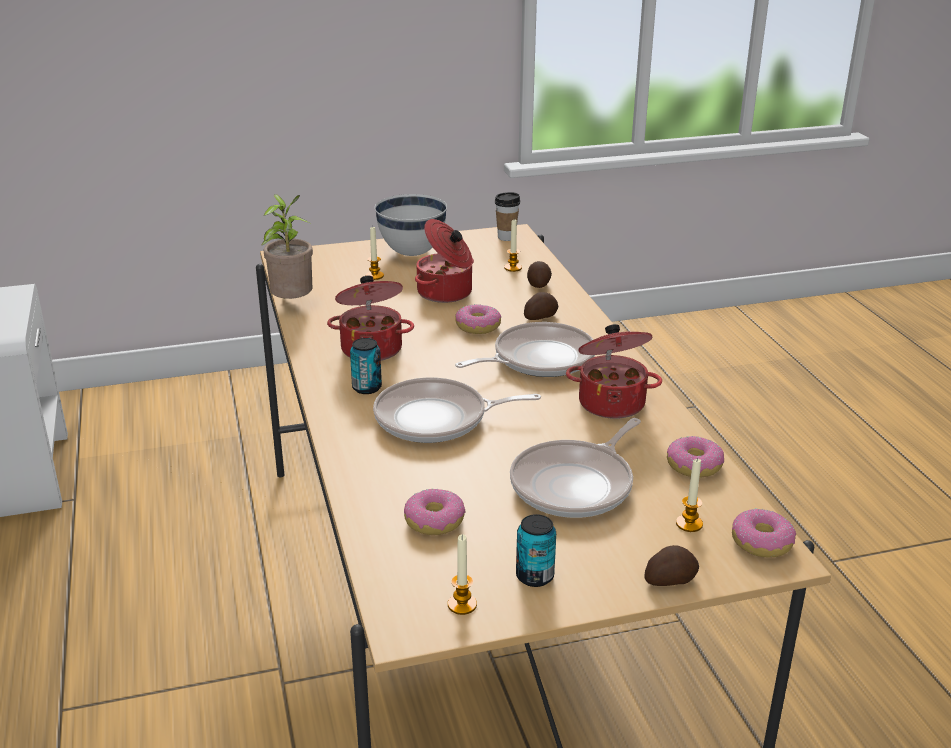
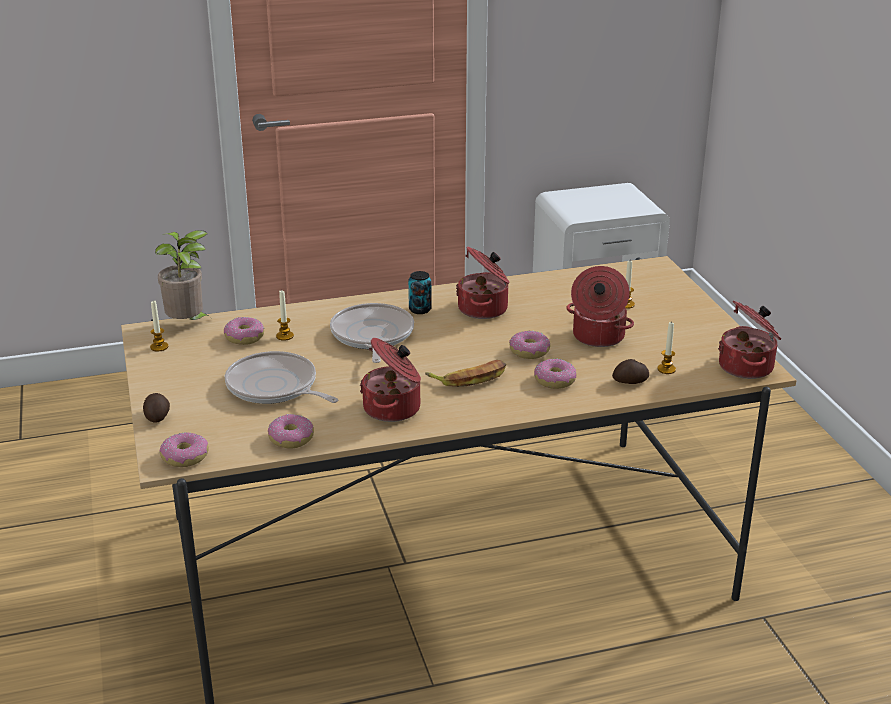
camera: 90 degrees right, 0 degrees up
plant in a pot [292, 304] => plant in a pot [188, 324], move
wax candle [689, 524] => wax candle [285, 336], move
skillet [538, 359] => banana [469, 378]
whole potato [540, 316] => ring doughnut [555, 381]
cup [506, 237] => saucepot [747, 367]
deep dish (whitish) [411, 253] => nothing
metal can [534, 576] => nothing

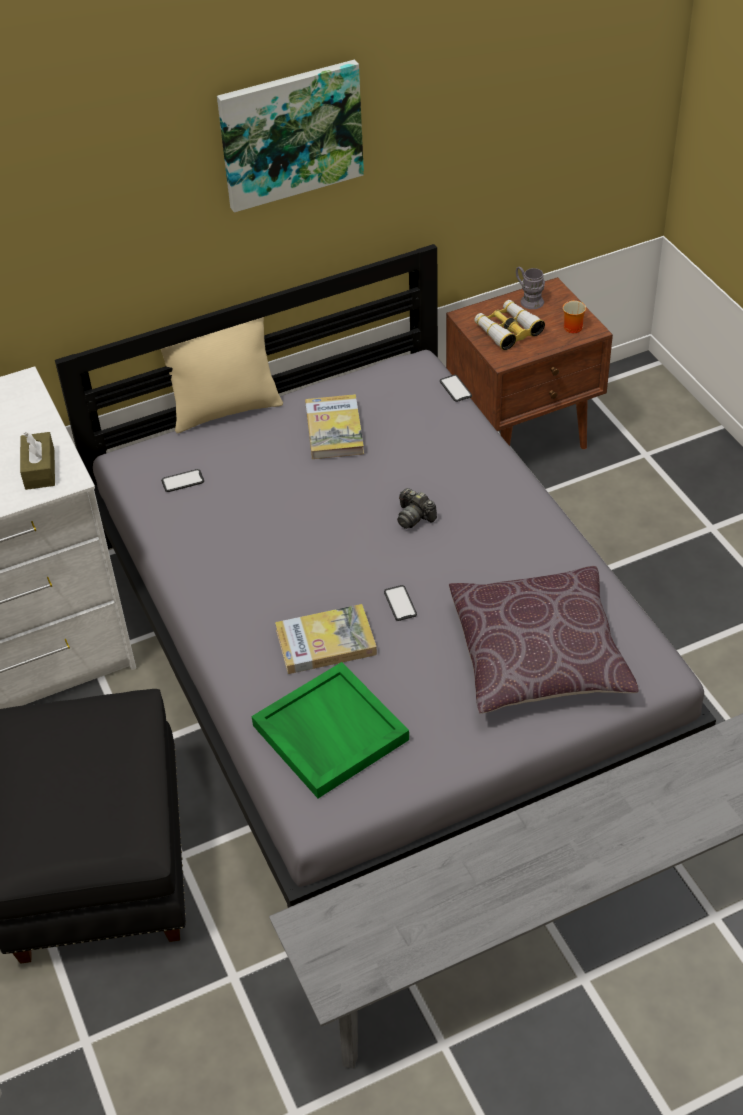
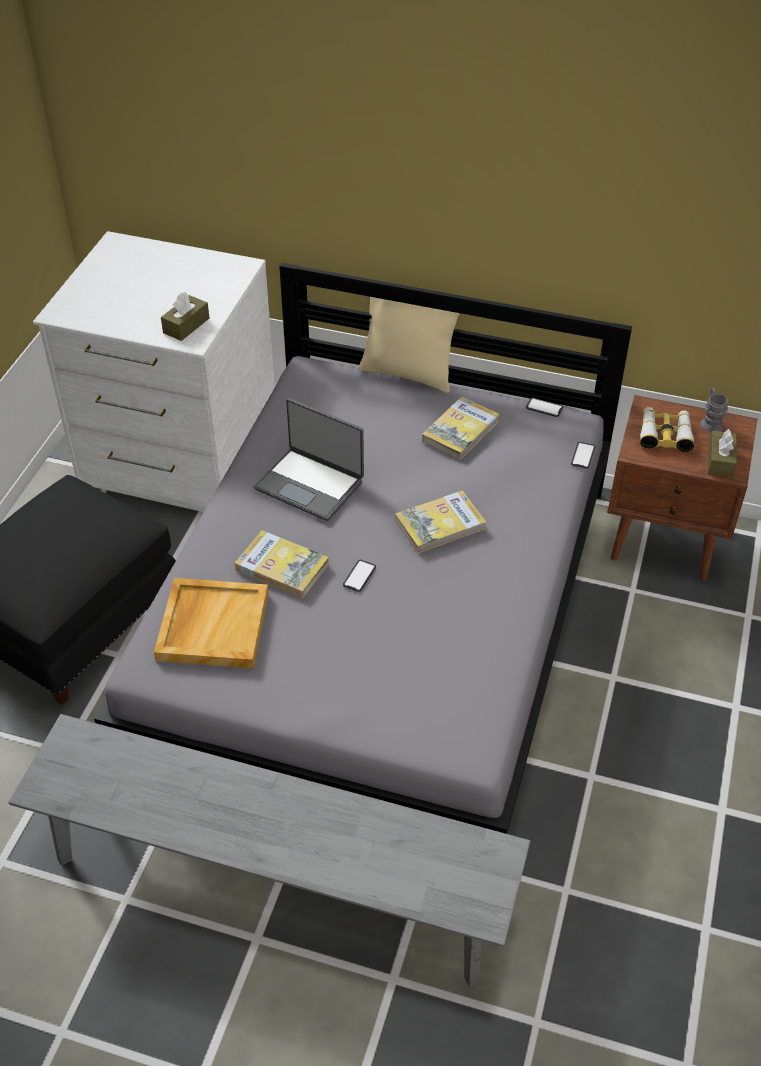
camera: 40 degrees right, 0 degrees up
carrying tray (greenish) [329, 732] => carrying tray (sand-coloured) [212, 625]
nothing => laptop [310, 484]
still camera [414, 517] => bound book [440, 525]
telephone [182, 481] => telephone [544, 408], move
coffee mug [571, 326] => tissue box (brownish) [720, 461]
picture [290, 134] => nothing
throw pillow (brownish) [538, 655] => nothing

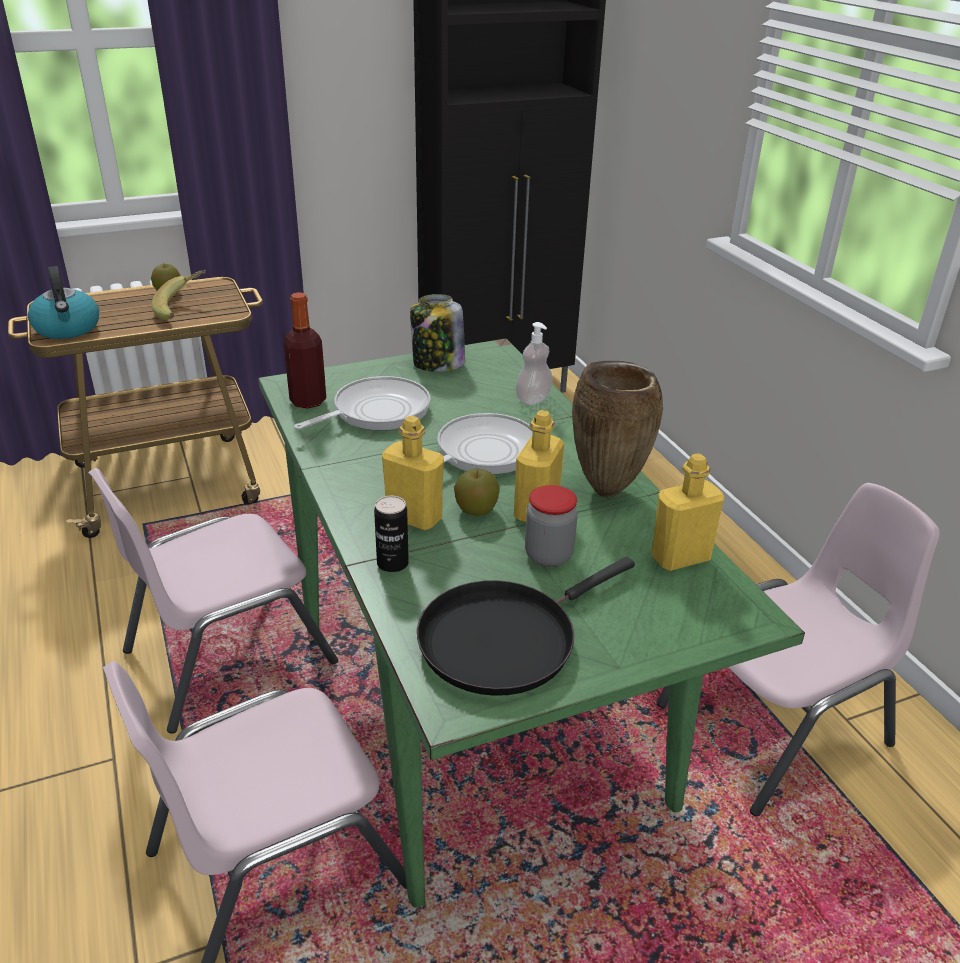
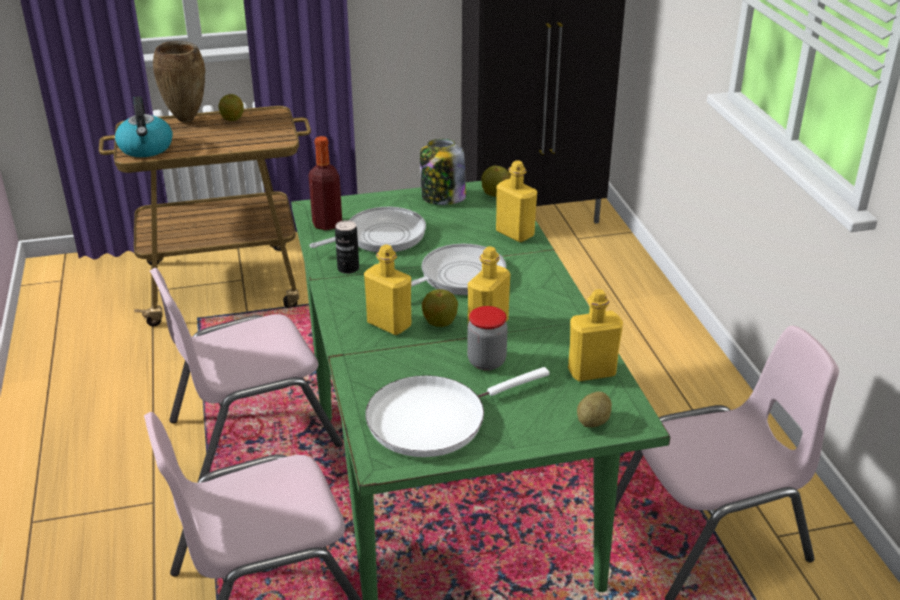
camera: 10 degrees right, 0 degrees up
flower vase (brownish) [608, 491] => flower vase (brownish) [187, 120], move
metal can [392, 563] => metal can [348, 268], move
skillet (black-coloured) [504, 638] => skillet (whitish) [433, 419]
nothing => apple fruit [495, 194]
soap dispenser [533, 399] => drink bottle (yellowish) [515, 233]
nothing => whole potato [593, 422]
banana [183, 309] => nothing

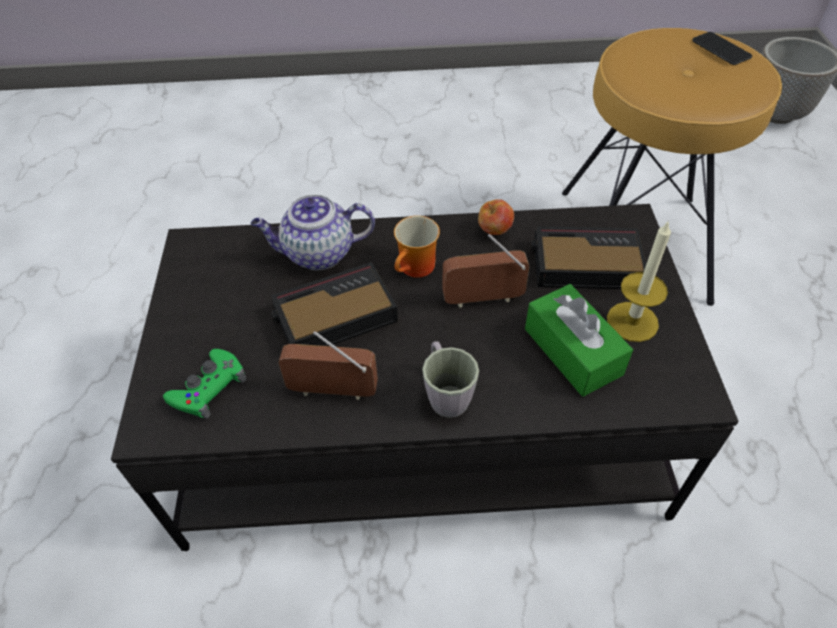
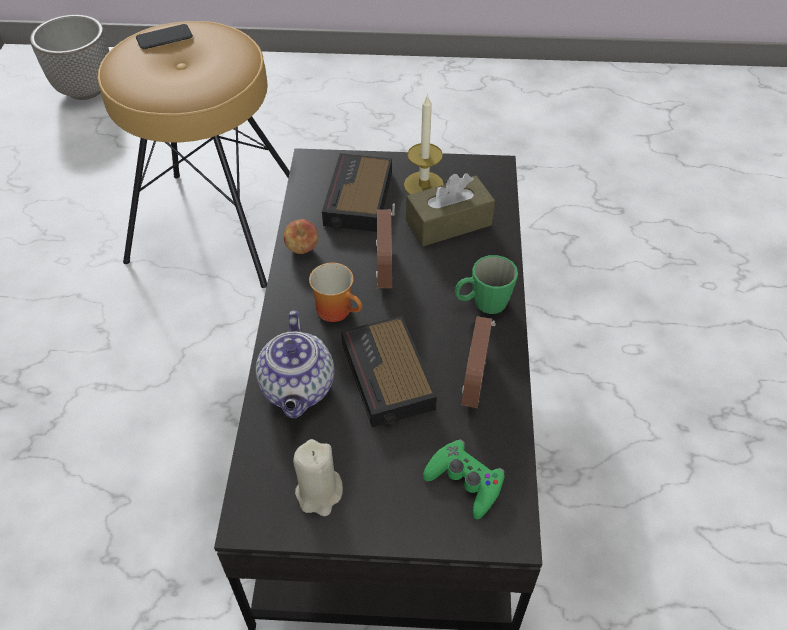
camera: 85 degrees left, 0 degrees up
nothing => wax candle (sand-coloured) [319, 493]
tissue box (greenish) [572, 351] => tissue box (brownish) [448, 223]
coffee mug (greyish) [446, 393] => coffee mug (greenish) [482, 303]

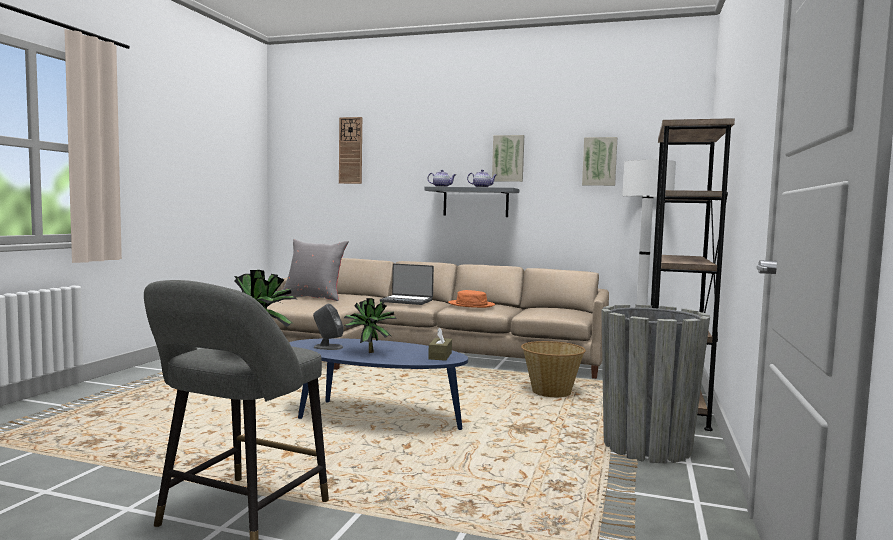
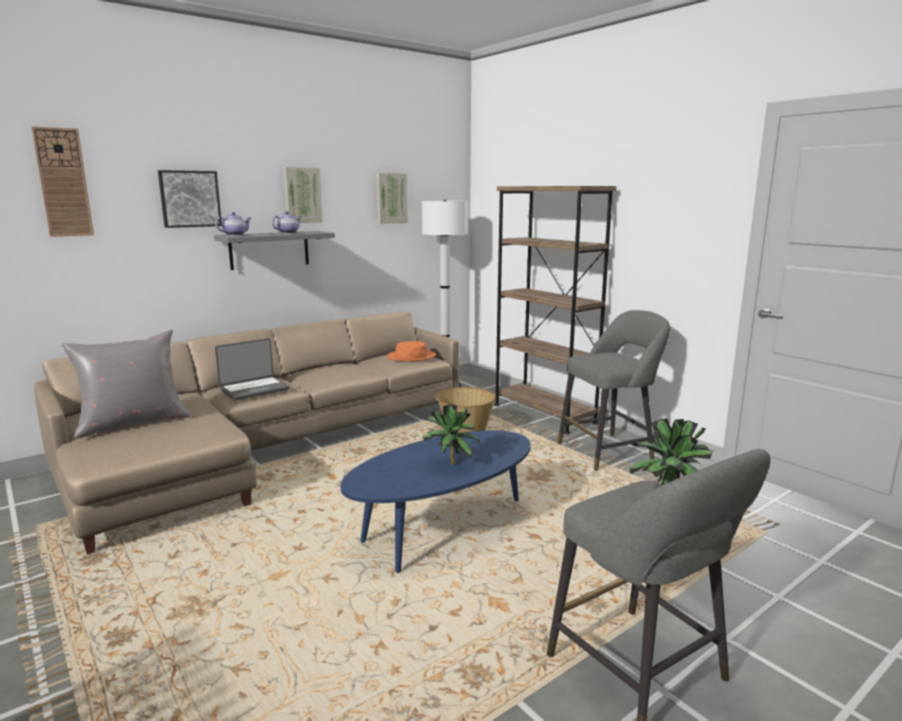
camera: 55 degrees left, 10 degrees up
nothing => picture [189, 199]
hat (orangey) [471, 305] => hat (orangey) [411, 356], move
flower pot (greyish) [646, 446] => stool (greyish) [609, 451]
speaker (greyish) [327, 347] => nothing
tissue box (brownish) [440, 356] => nothing

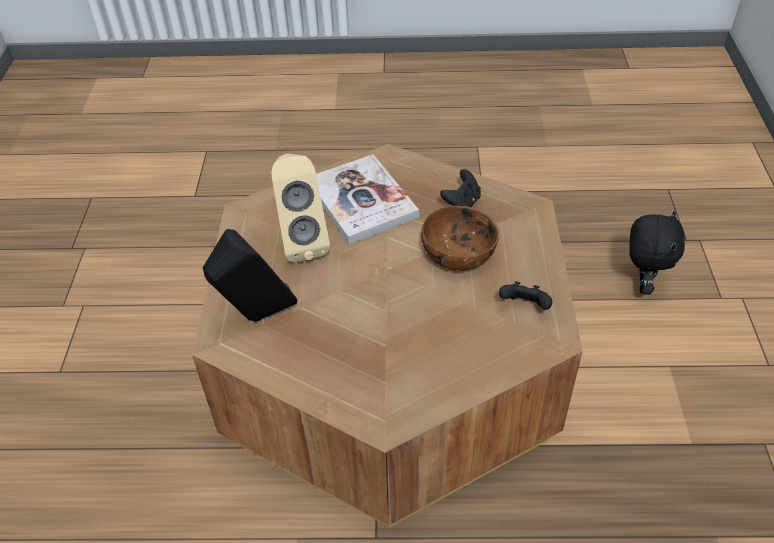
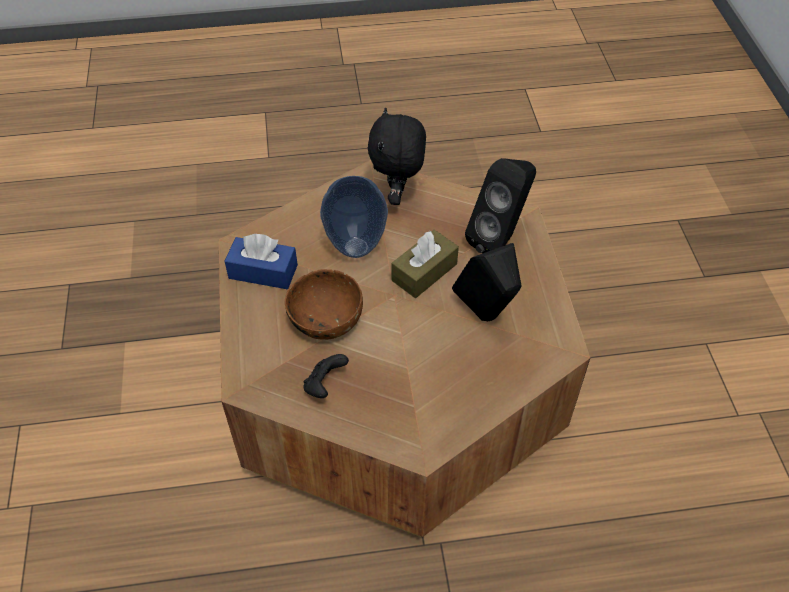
camera: 170 degrees right, 5 degrees up
gamepad (black-coloured) [525, 306] => tissue box (bluish) [263, 272]
nothing => flower vase [356, 248]
plush toy (black-coloured) [642, 284] => plush toy (black-coloured) [398, 196], move
nothing => tissue box (brownish) [424, 272]
speaker (sand-coloured) [302, 242] => speaker (black-coloured) [486, 317]
bound book [361, 201] => nothing

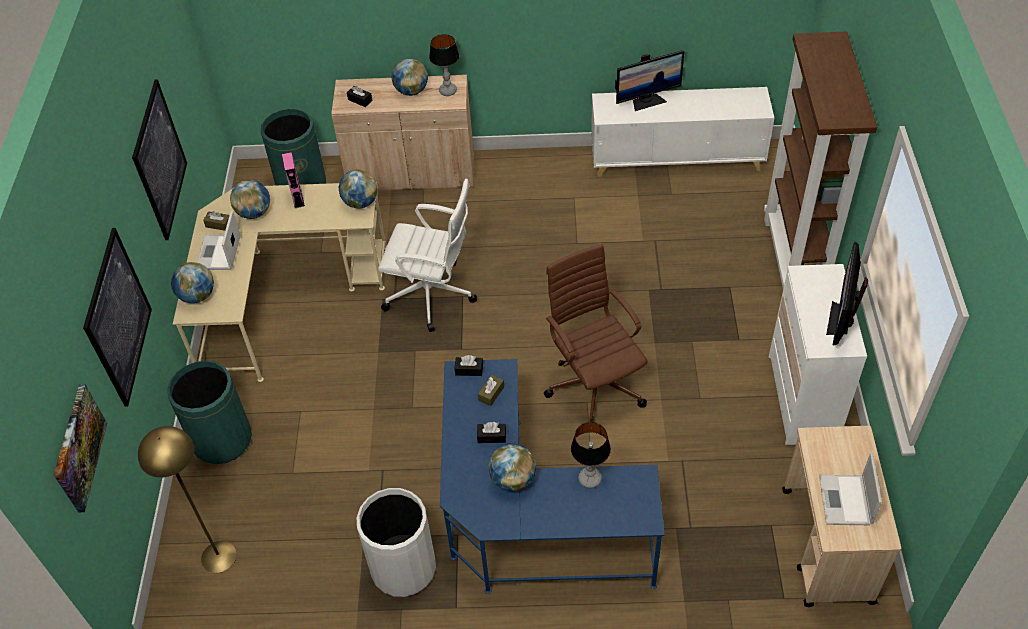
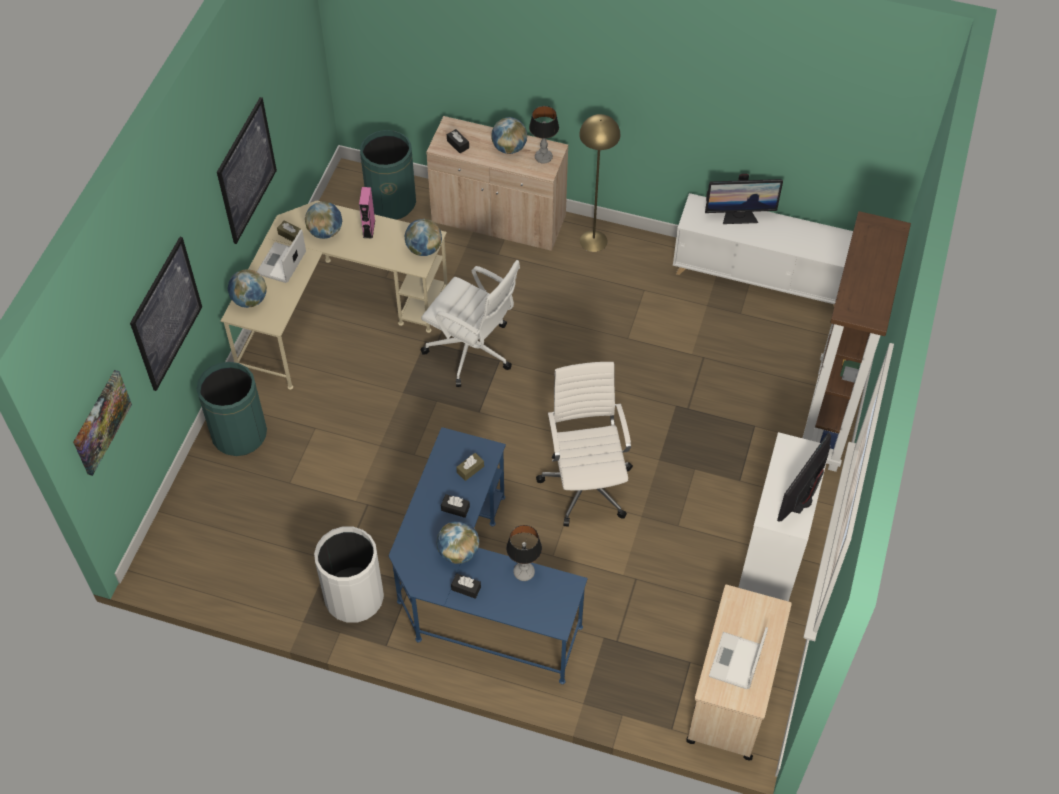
camera: 15 degrees right, 5 degrees up
tissue box (black-coloured) [469, 370] => tissue box (black-coloured) [466, 588], move
desk chair (brownish) [595, 384] => desk chair (whitish) [586, 483]
floor lamp (yellowish) [218, 556] => floor lamp (yellowish) [593, 241], move

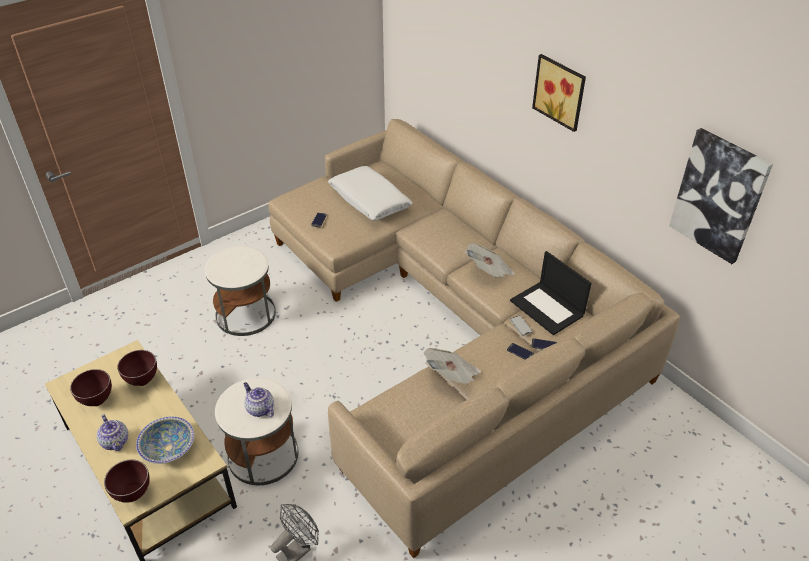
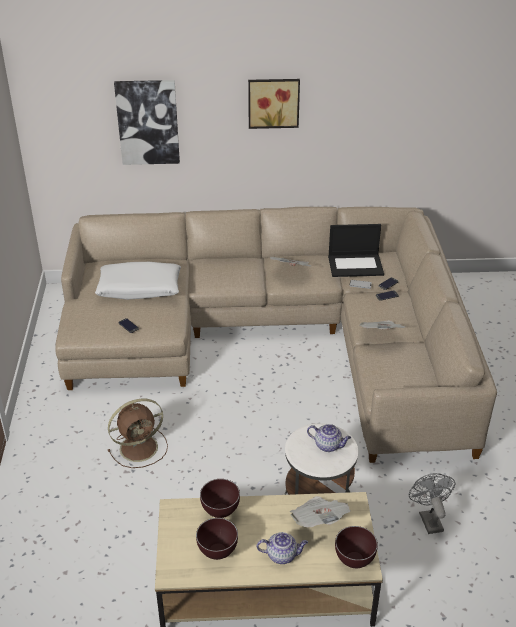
camera: 55 degrees left, 5 degrees down
side table (whitish) [246, 314] => electric fan (brownish) [140, 447]
picture [719, 196] => picture [148, 122], move
deep dish [168, 448] => printed paper [318, 521]
teapot [259, 409] => teapot [328, 445], 150 degrees counterclockwise

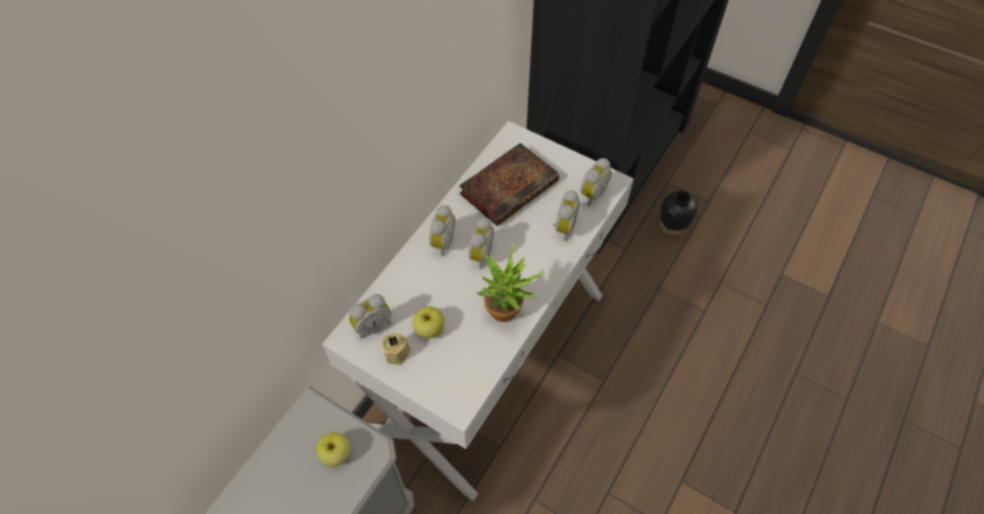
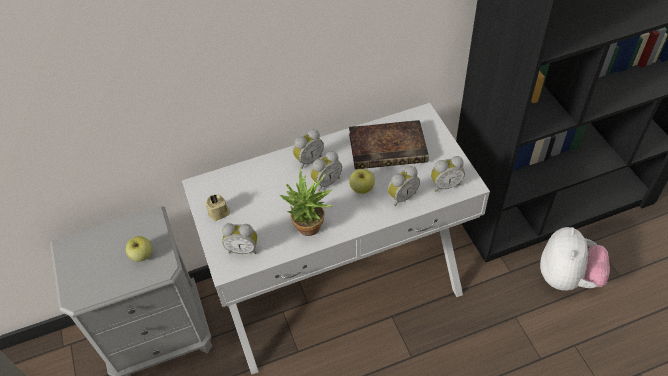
camera: 40 degrees right, 5 degrees down
bedside clock [372, 325] => bedside clock [243, 248], move
apple fruit [429, 329] => apple fruit [362, 188], move
flower vase (black-coloured) [672, 227] => plush toy [567, 277]

